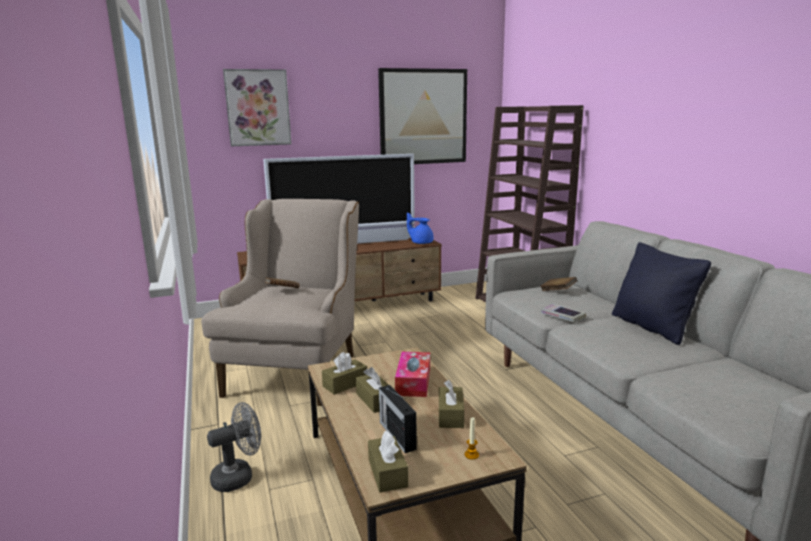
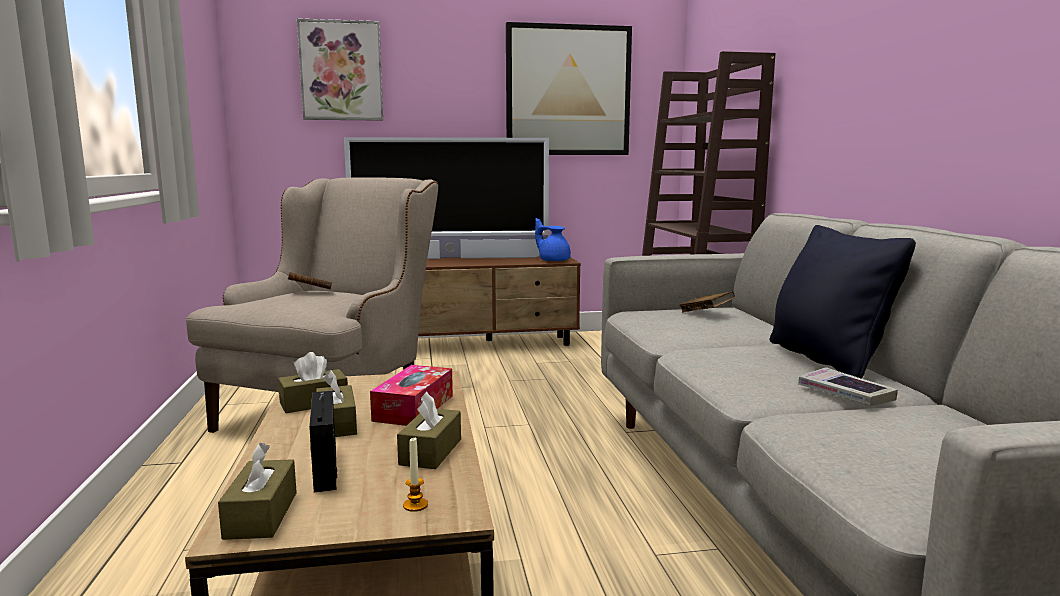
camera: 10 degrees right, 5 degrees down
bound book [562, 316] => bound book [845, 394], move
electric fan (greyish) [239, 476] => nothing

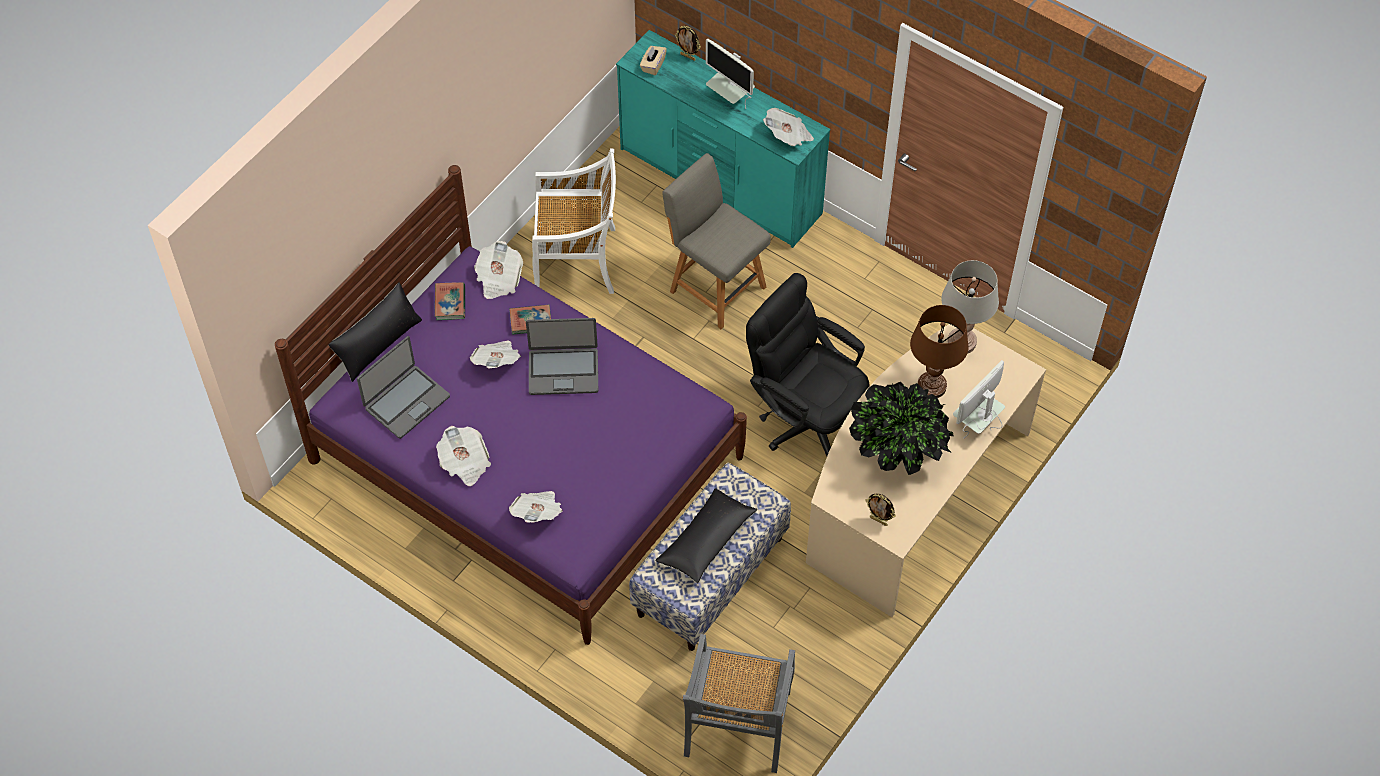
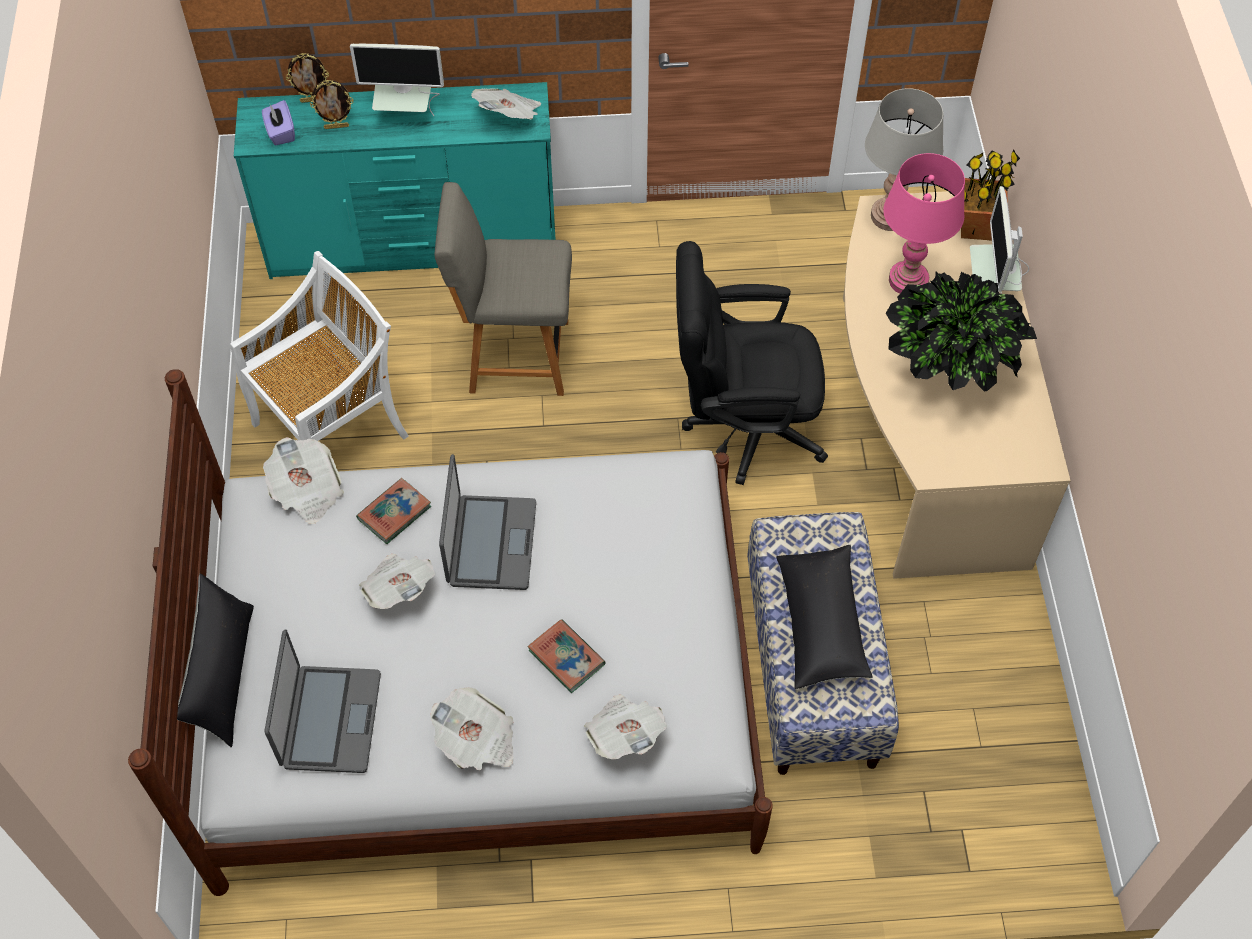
camera: 40 degrees left, 0 degrees up
sleeping bed (purplish) [527, 458] => sleeping bed (whitish) [484, 689]
tissue box (sand-coloured) [653, 65] => tissue box (purplish) [280, 132]
standing frame [879, 520] => standing frame [336, 126], move
laptop [563, 371] => laptop [490, 543], 45 degrees counterclockwise
bound book [450, 303] => bound book [566, 658], move
lamp for a table (brownish) [932, 386] => lamp for a table (pinkish) [908, 280]
nothing => plant in a pot [975, 227]
plain chair (greyish) [737, 726] => nothing

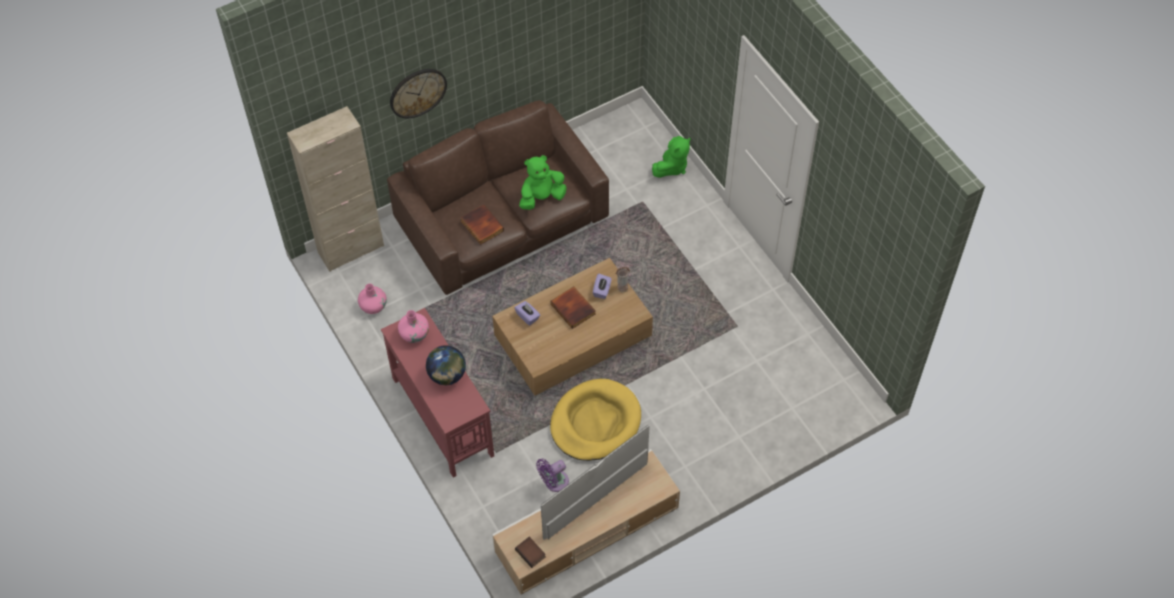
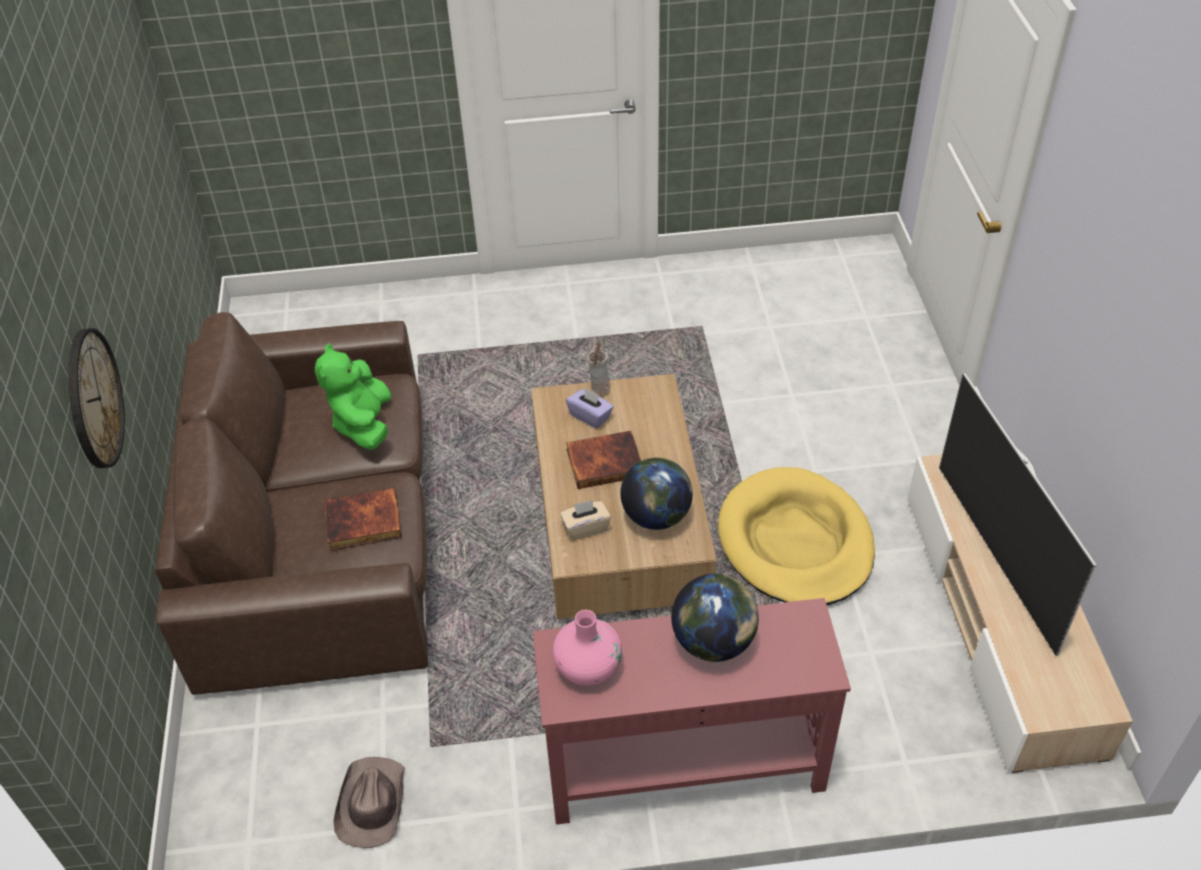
camera: 65 degrees left, 10 degrees down
flower vase (pinkish) [373, 306] => hat (brownish) [371, 804]
tissue box (purplish) [527, 316] => tissue box (sand-coloured) [585, 528]
nothing => world globe [656, 515]
storage cabinet (sand-coloured) [351, 249] => nothing
bound book [531, 553] => nothing
electric fan (purplish) [554, 482] => nothing
plush toy (greenish) [672, 167] => nothing

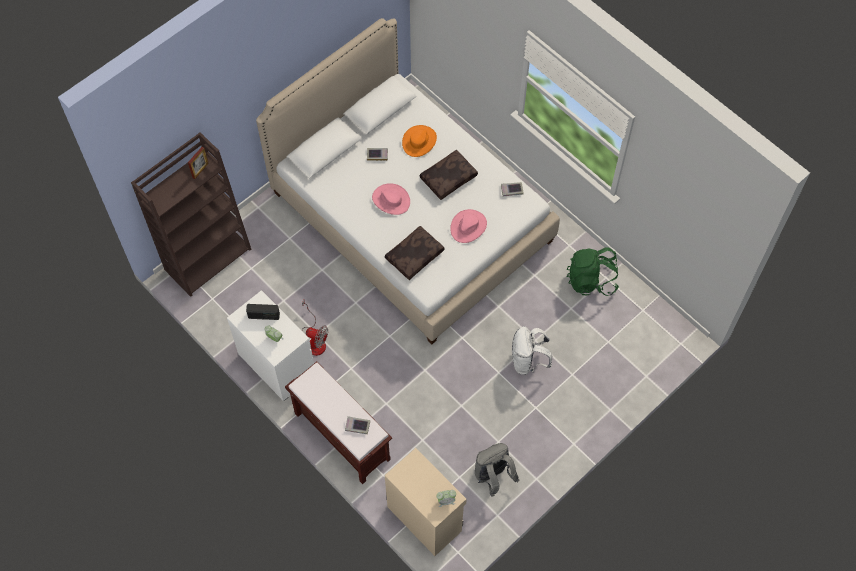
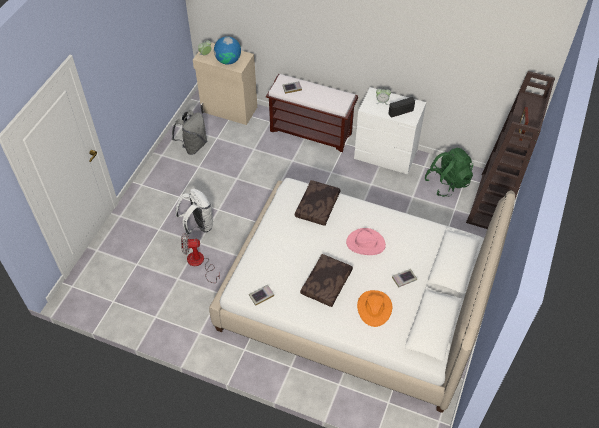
camera: 155 degrees right, 10 degrees down
electric fan [314, 340] => electric fan [199, 263], move
nothing => world globe [228, 60]
backpack (greenish) [591, 280] => backpack (greenish) [447, 183], move
hat (pinkish) [468, 226] => nothing

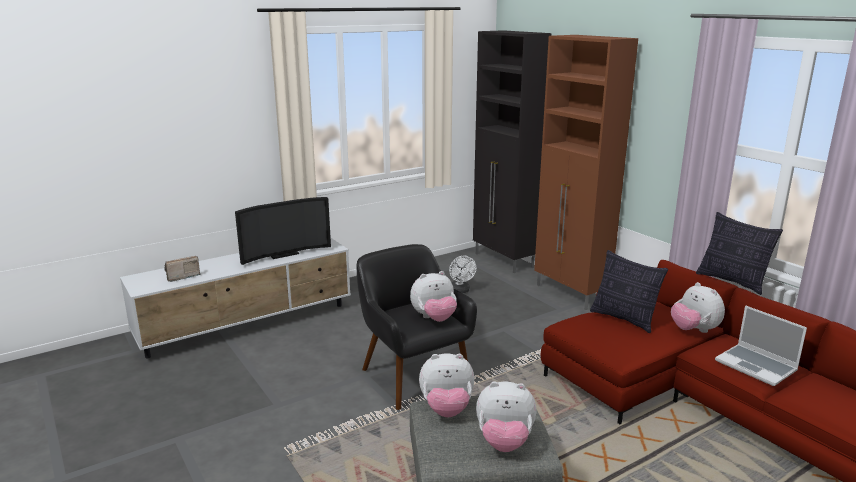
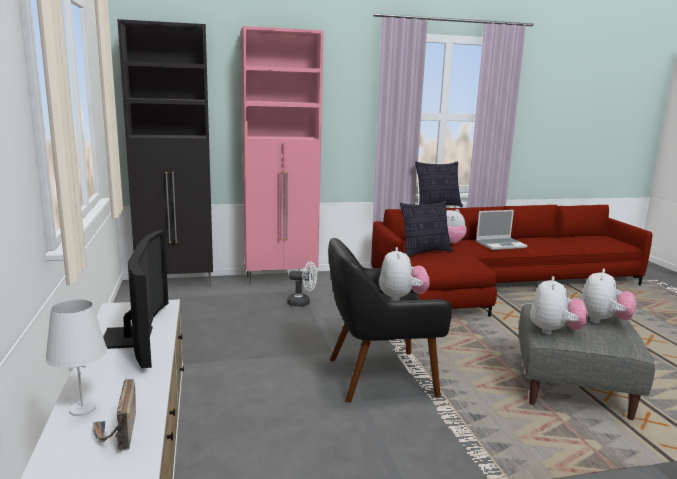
camera: 70 degrees left, 5 degrees down
nothing => lamp for a table (whitish) [82, 408]
storage cabinet (brownish) [571, 294] => storage cabinet (pinkish) [281, 279]
electric fan (whitish) [460, 291] => electric fan (whitish) [302, 303], move

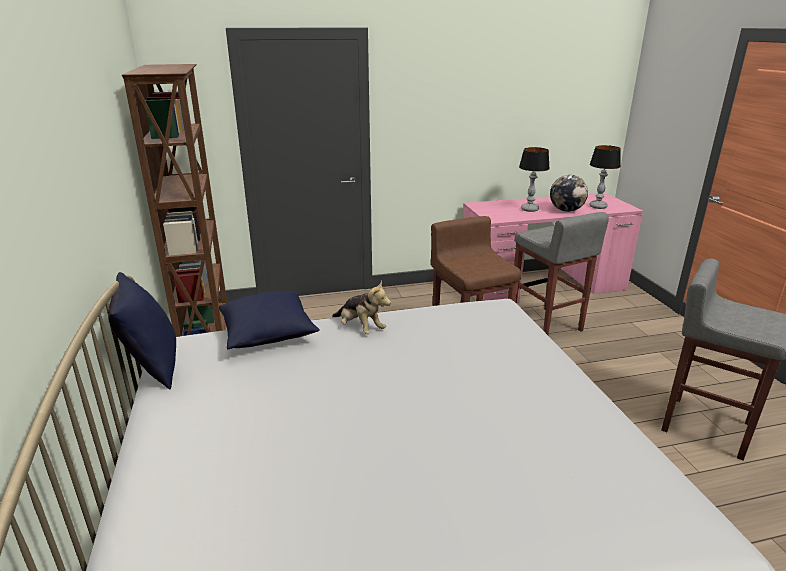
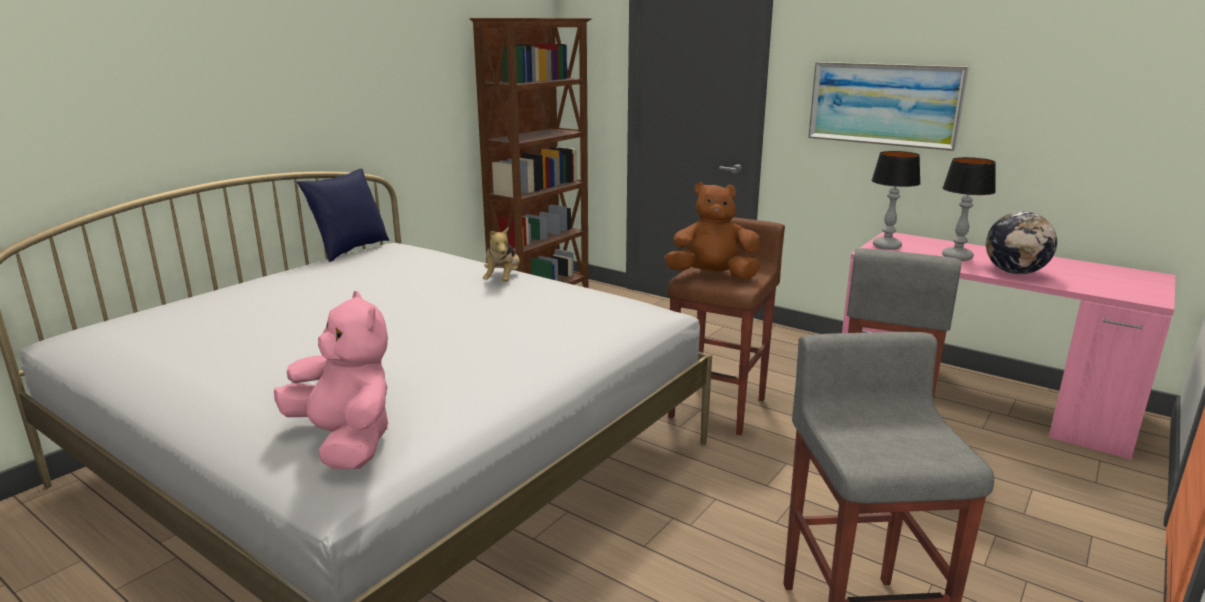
camera: 50 degrees right, 5 degrees down
nothing => plush toy (pinkish) [346, 442]
nothing => plush toy (brownish) [712, 276]
nothing => picture [884, 104]
lamp for a table [597, 206] => lamp for a table [886, 246], move
throw pillow (bluish) [269, 335] => nothing

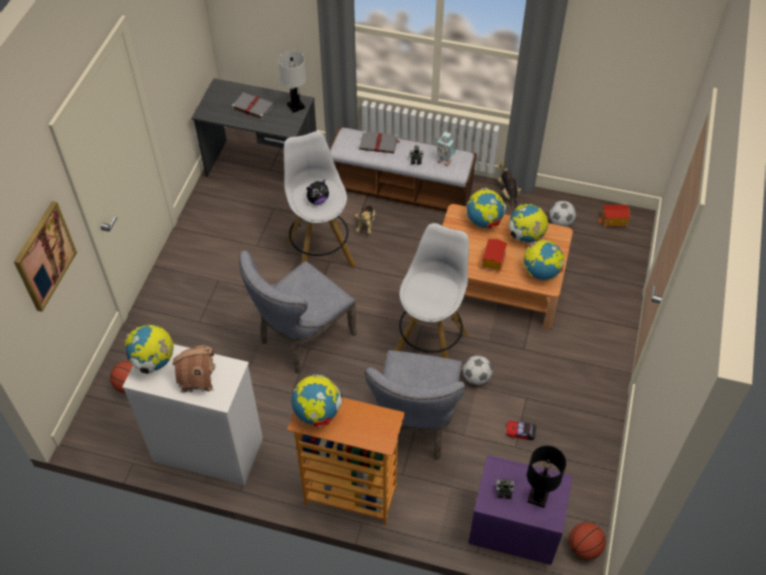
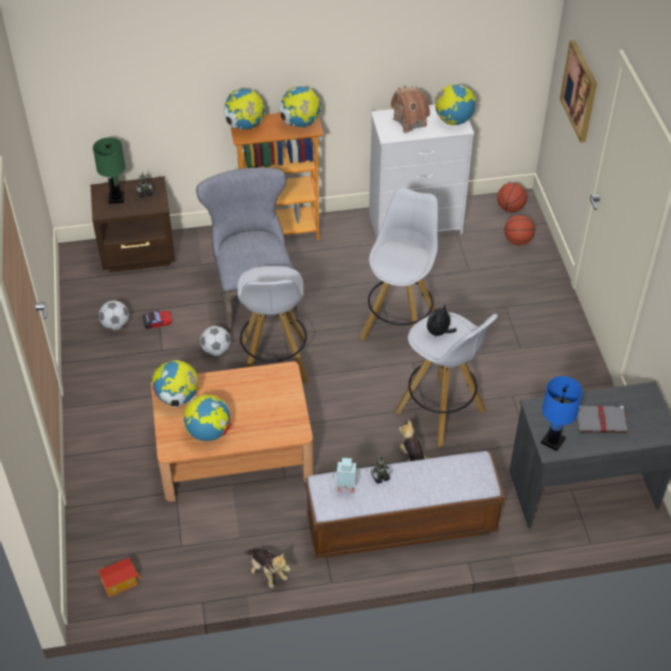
camera: 155 degrees right, 5 degrees down
night table (purplish) [513, 528] => night table (brownish) [139, 254]
lamp for a table (black-coloured) [538, 497] => lamp for a table (greenish) [116, 198]
ball for football [560, 222] => ball for football [115, 325], move
world globe [484, 221] => world globe [245, 126], move
plain chair (greyish) [301, 339] => stool (whitish) [399, 325]
basketball ball [584, 547] => basketball ball [510, 208], move
lamp for a table (whitish) [295, 106] => lamp for a table (bluish) [552, 440]
bound book (greyish) [379, 144] => nothing
toy house [492, 261] => nothing

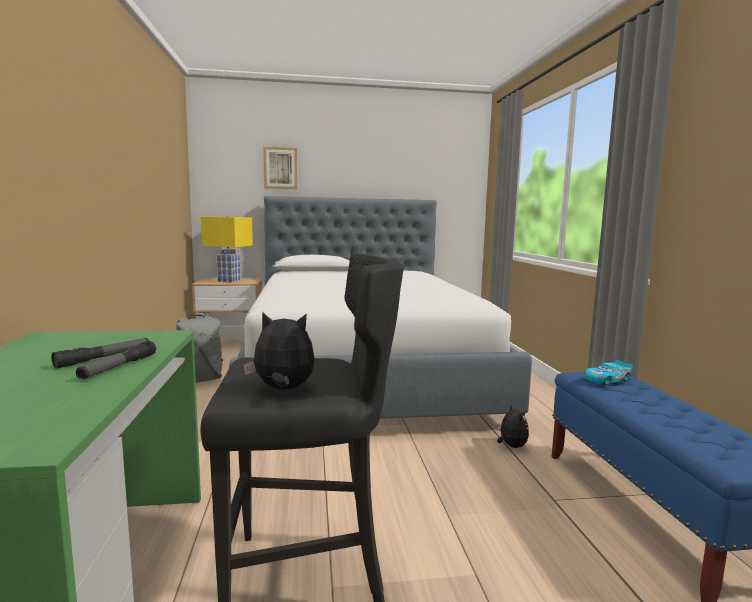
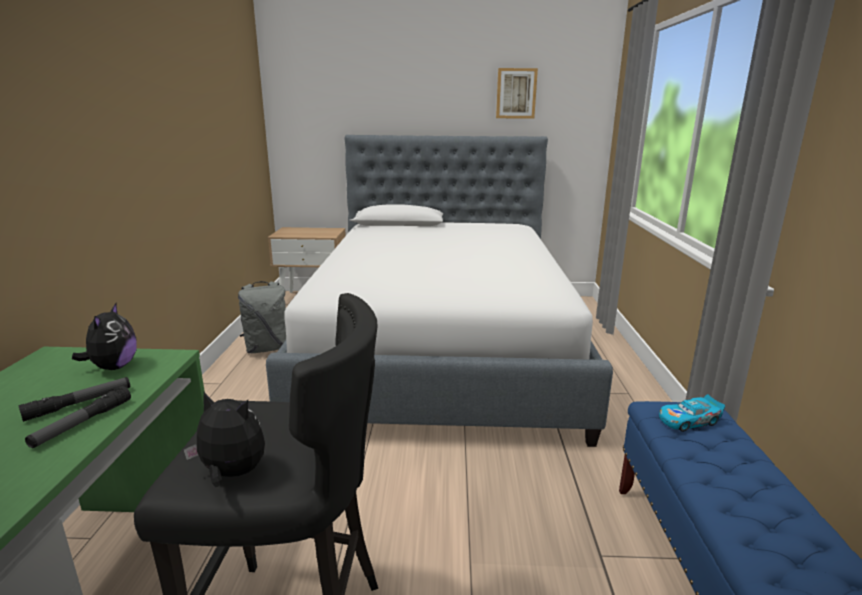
camera: 10 degrees right, 10 degrees up
plush toy [511, 446] => plush toy [113, 367], move
picture [280, 168] => picture [516, 93], move
lamp for a table (yellowish) [229, 281] => nothing

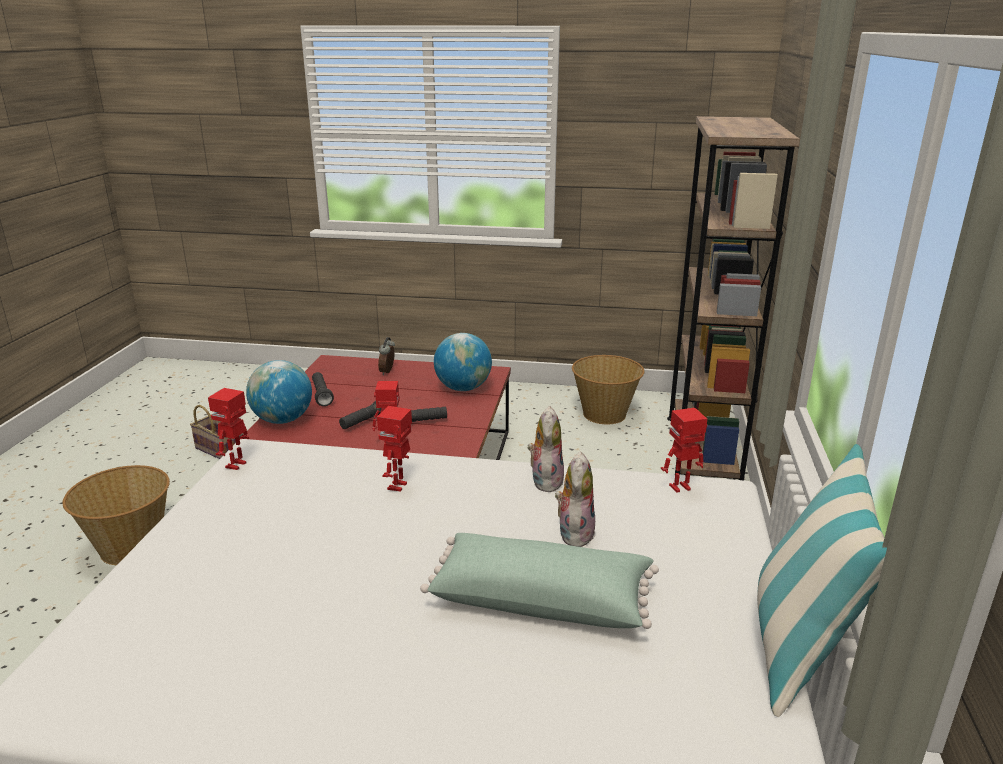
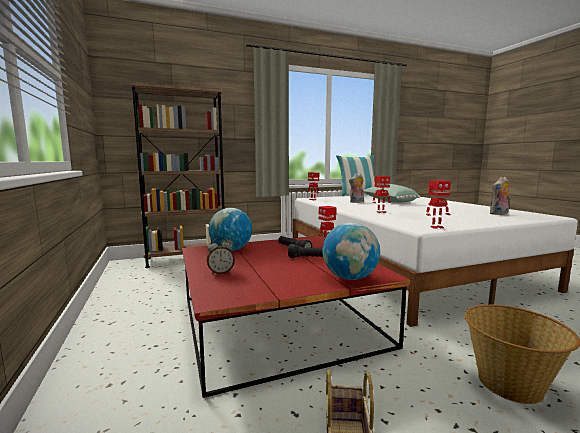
camera: 120 degrees left, 15 degrees down
plush toy [545, 480] => plush toy [499, 214], move
torch (black-coloured) [321, 395] => nothing
storage basket [605, 414] => nothing

